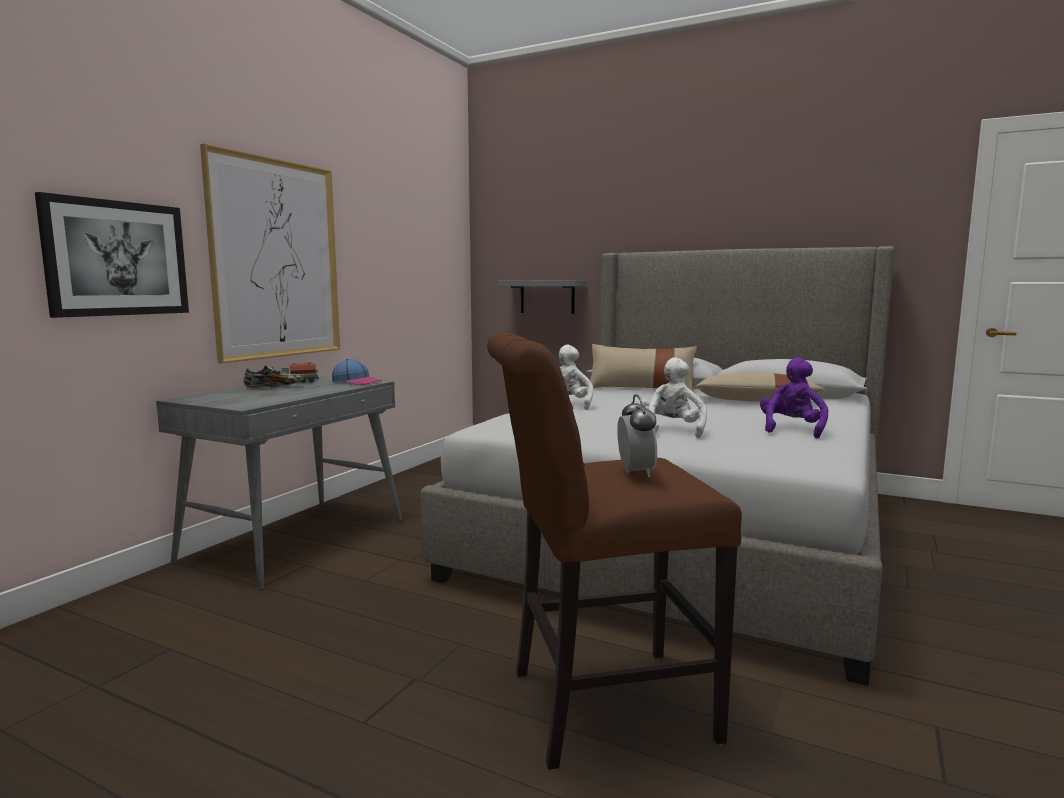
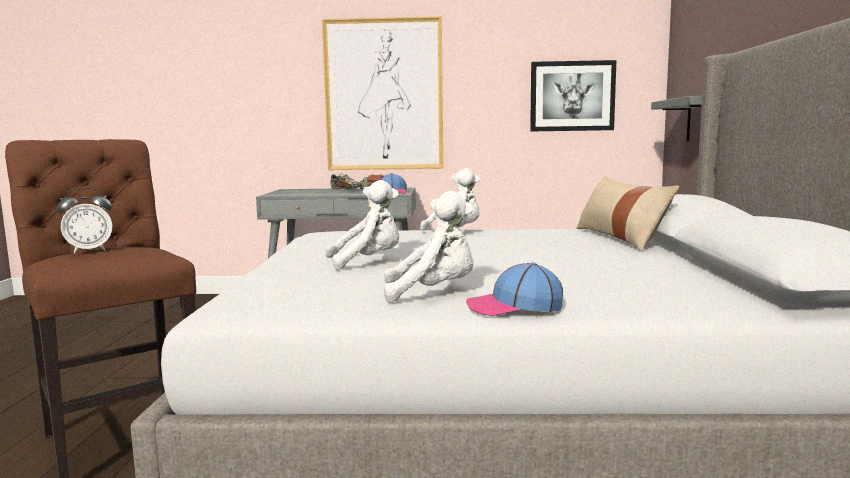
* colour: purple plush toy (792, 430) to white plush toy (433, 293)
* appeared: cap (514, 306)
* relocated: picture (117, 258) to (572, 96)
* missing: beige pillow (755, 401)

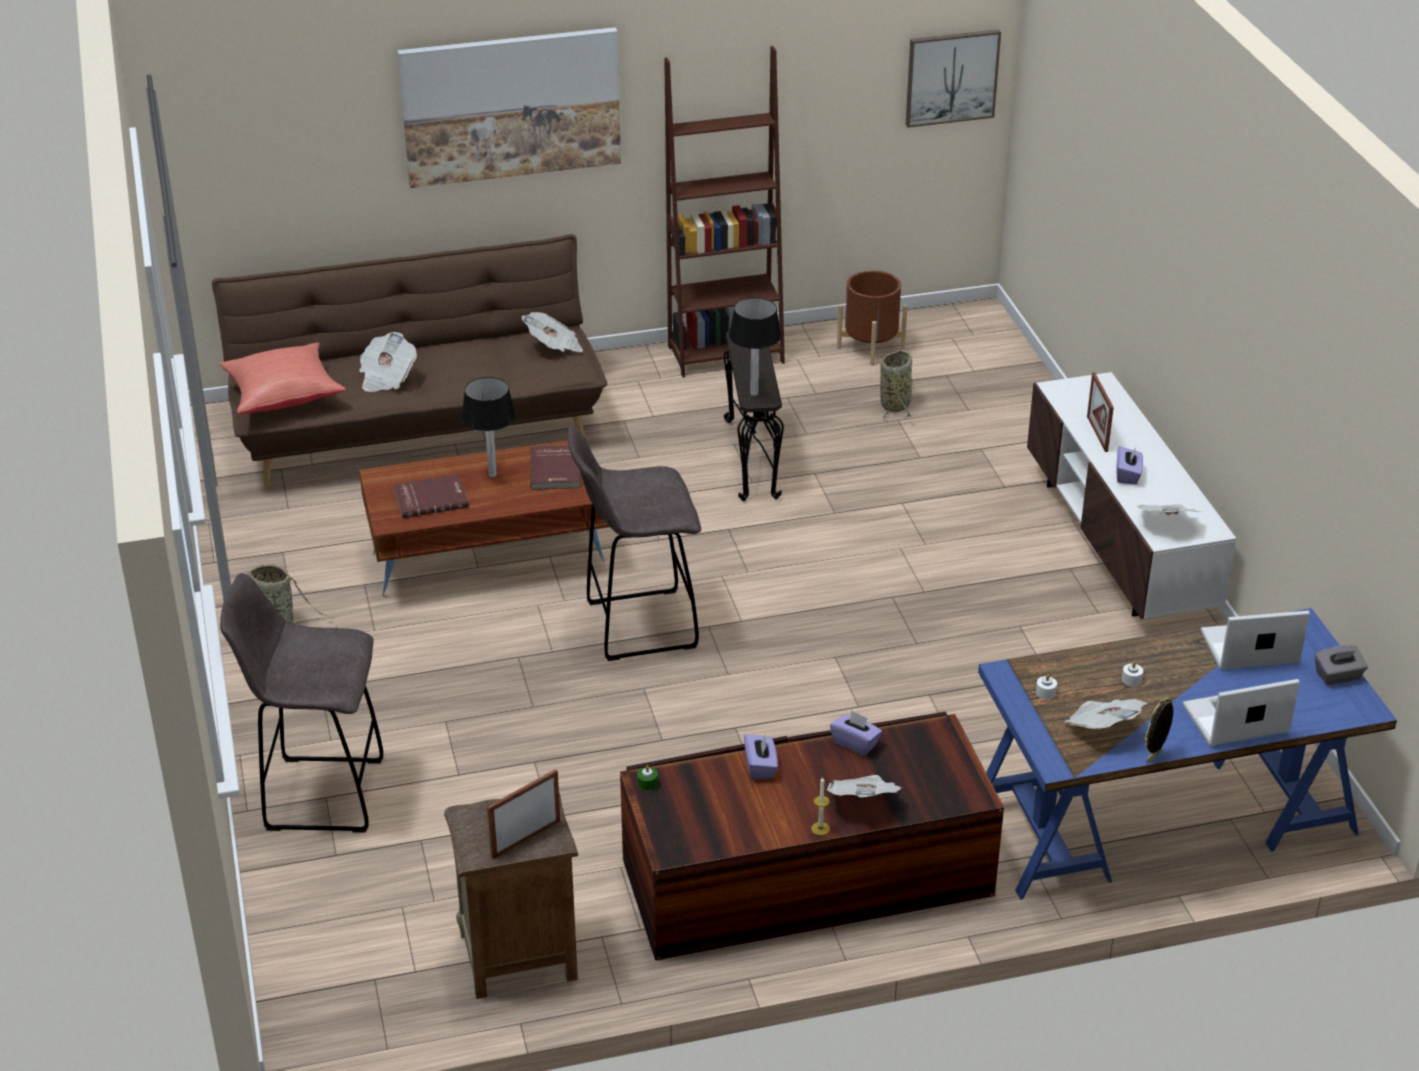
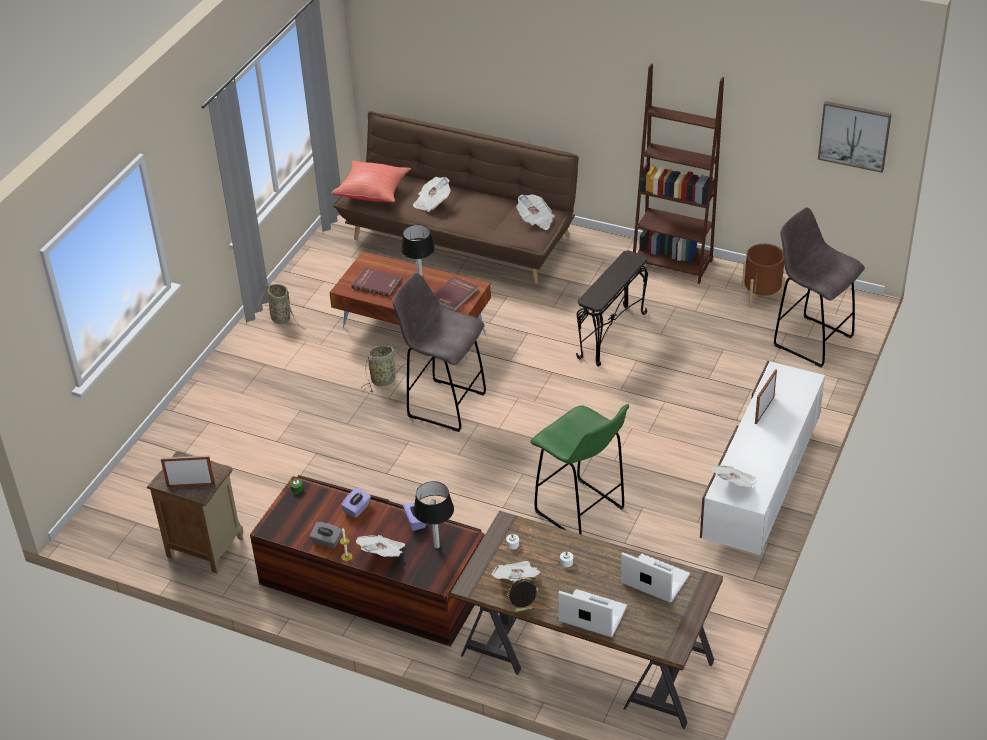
* relocated: grey tissue box (1338, 676) to (326, 541)
* relocated: basket (895, 404) to (385, 379)
* relocated: table lamp (754, 393) to (437, 546)
* colour: blue desk (1164, 821) to brown desk (586, 659)
* appeared: green stool (581, 512)
* relocated: grey stool (320, 794) to (810, 340)
* missing: picture (511, 106)
* missing: purple tissue box (1127, 475)

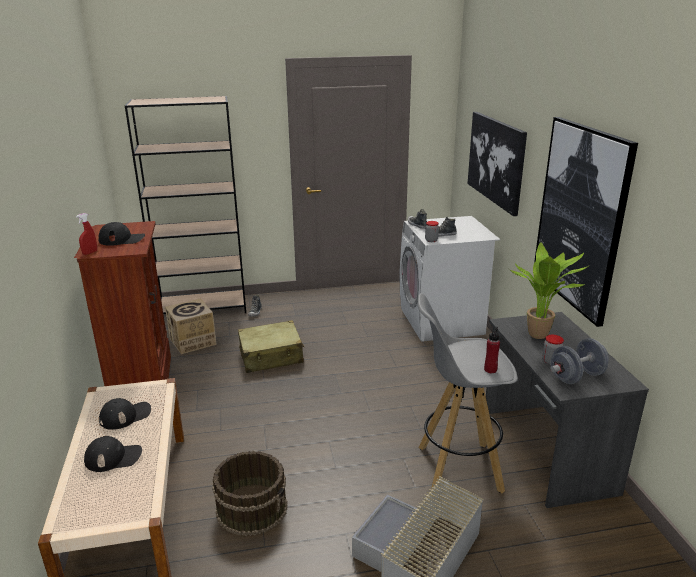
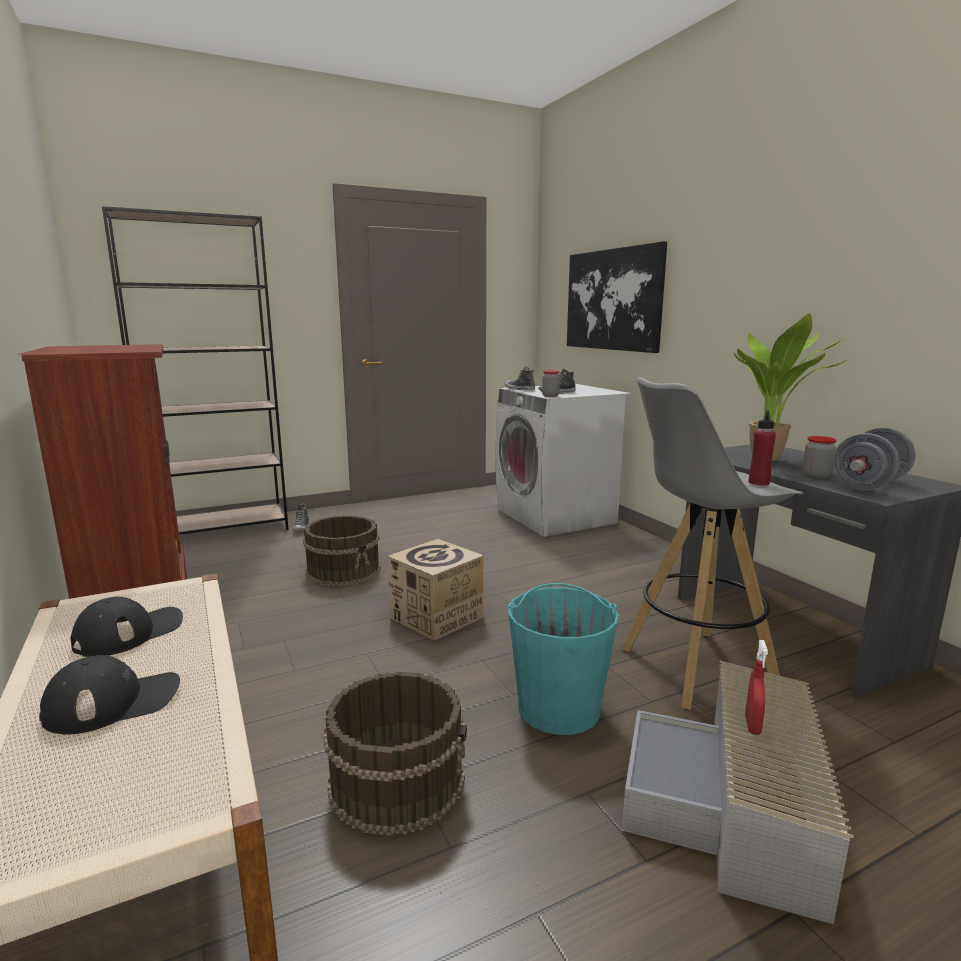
* exchanged: beige suitcase (271, 356) to brown bucket (344, 570)
* relocated: cardboard box (192, 341) to (436, 617)
* appeared: turquoise bucket (559, 707)
* relocated: red spray bottle (90, 253) to (752, 725)
* missing: black cap (122, 239)
* missing: picture (580, 217)

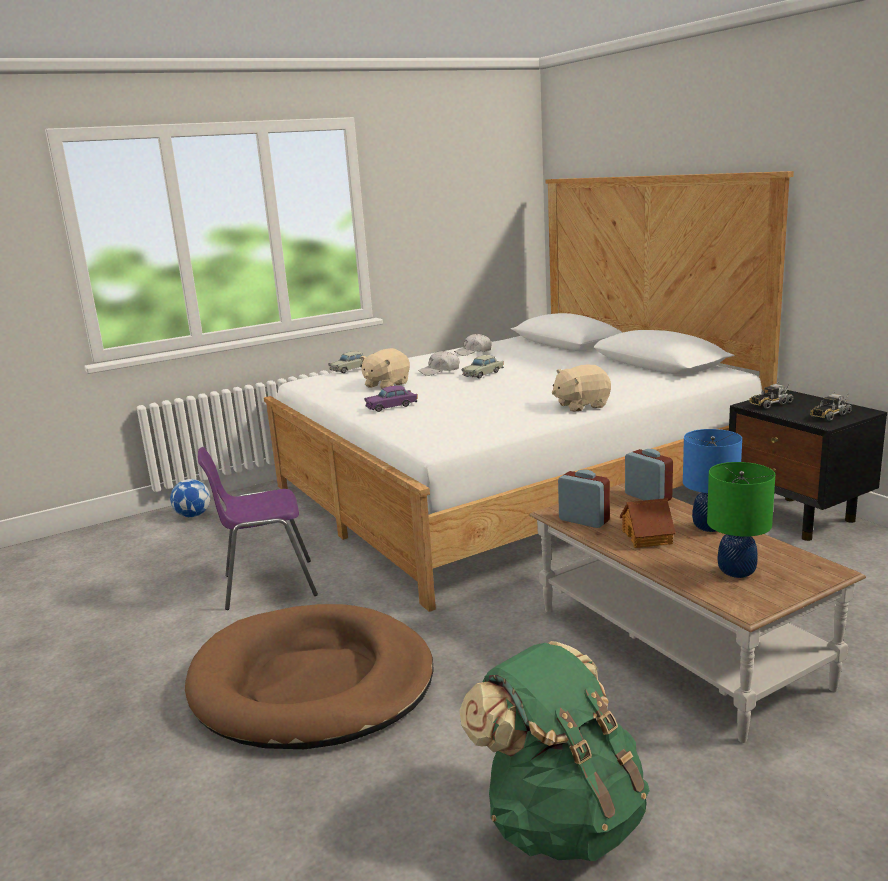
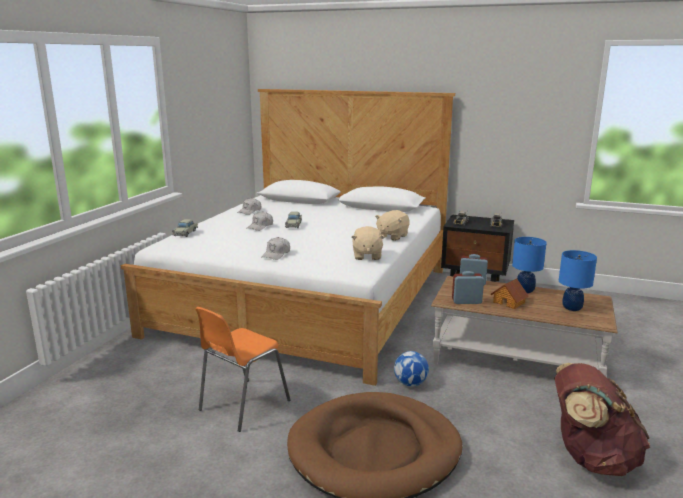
* colour: purple chair (267, 585) to orange chair (242, 406)
* exchanged: purple toy car (391, 406) to white cap (276, 254)
* relocated: beige plush toy (386, 385) to (367, 256)
* relocated: football (193, 515) to (410, 383)
* colour: green backpack (561, 819) to brown backpack (591, 458)
* colour: green table lamp (734, 573) to blue table lamp (571, 309)

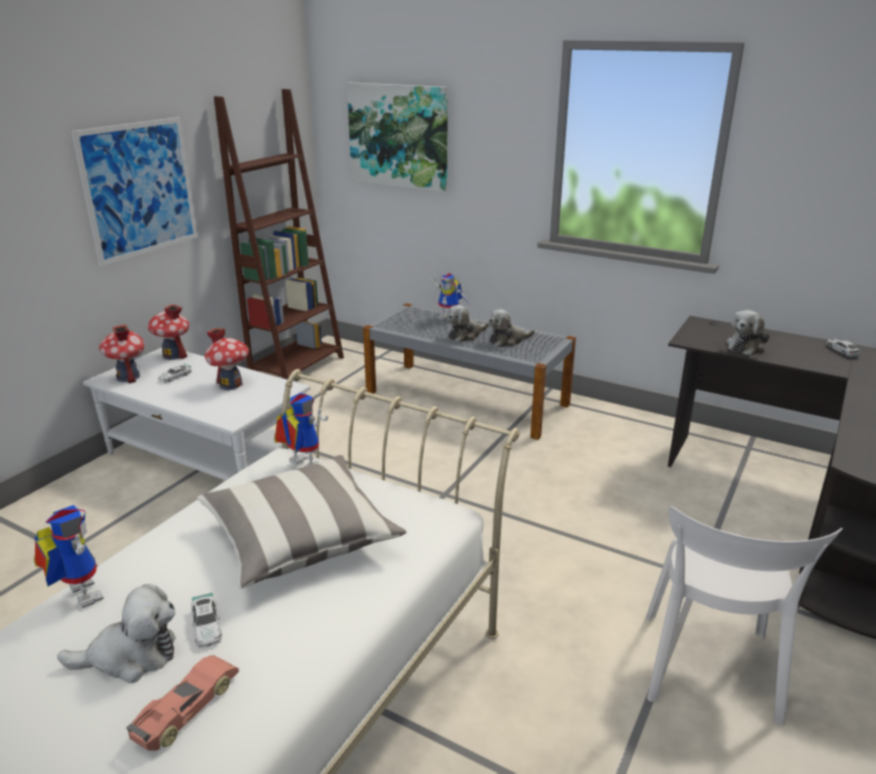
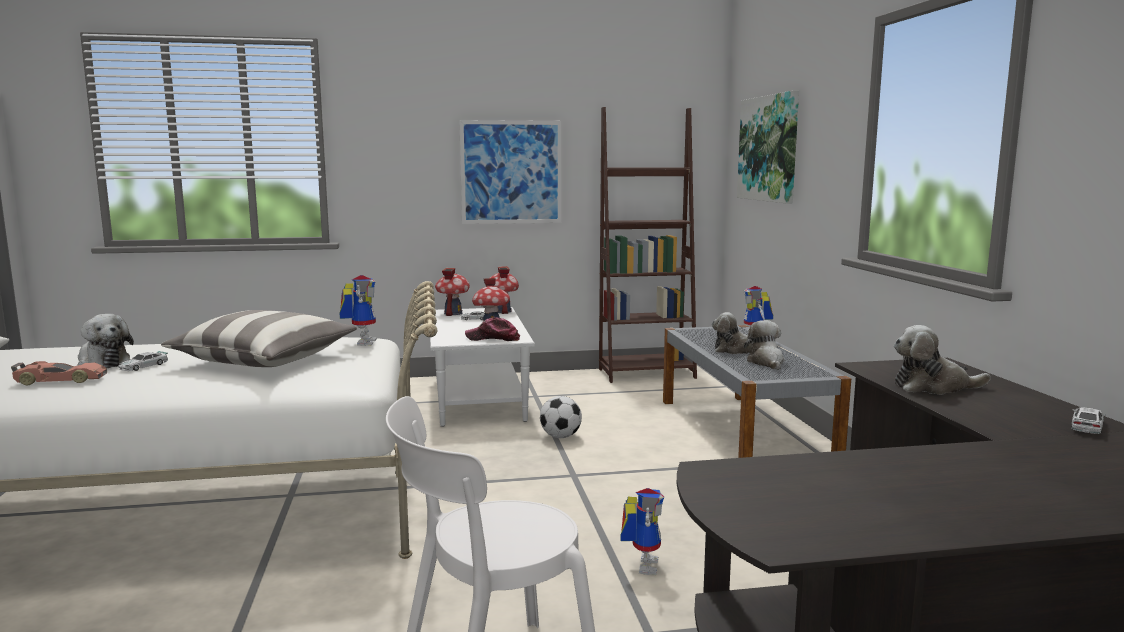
* appeared: cap (493, 338)
* appeared: football (561, 436)
* relocated: toy robot (77, 594) to (642, 564)
* spun: plush toy (508, 341) = (766, 362) 60 degrees clockwise

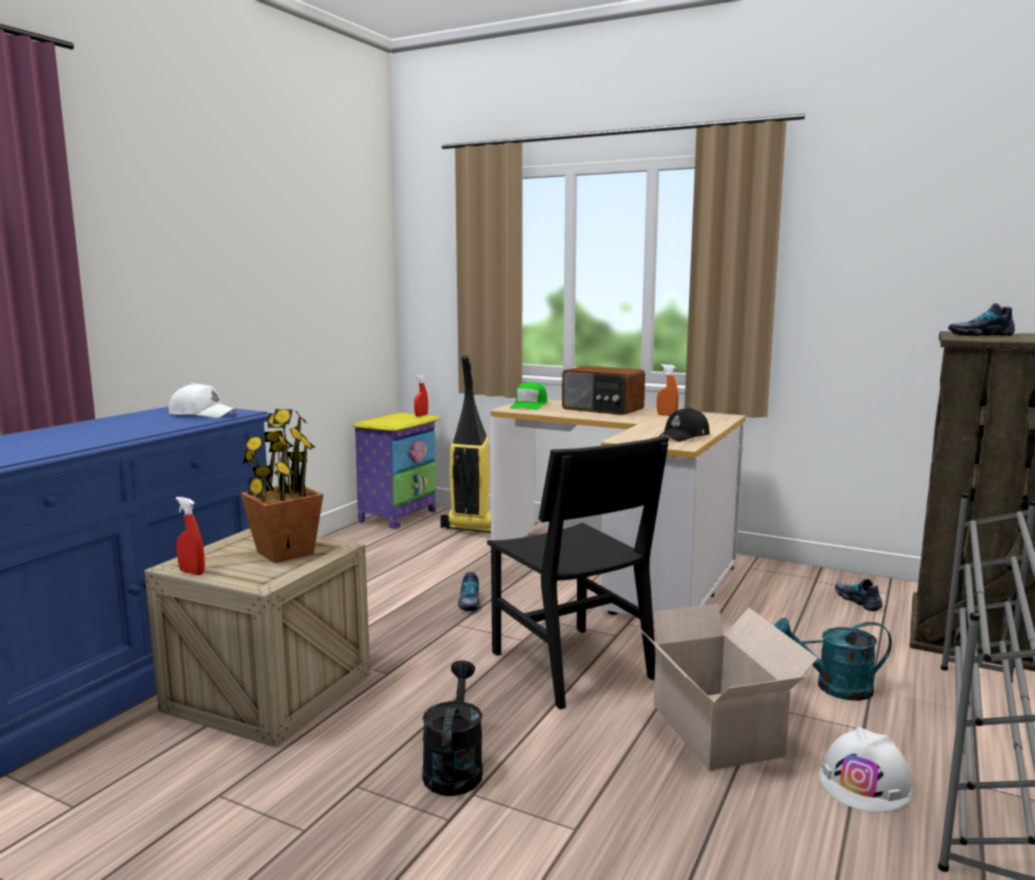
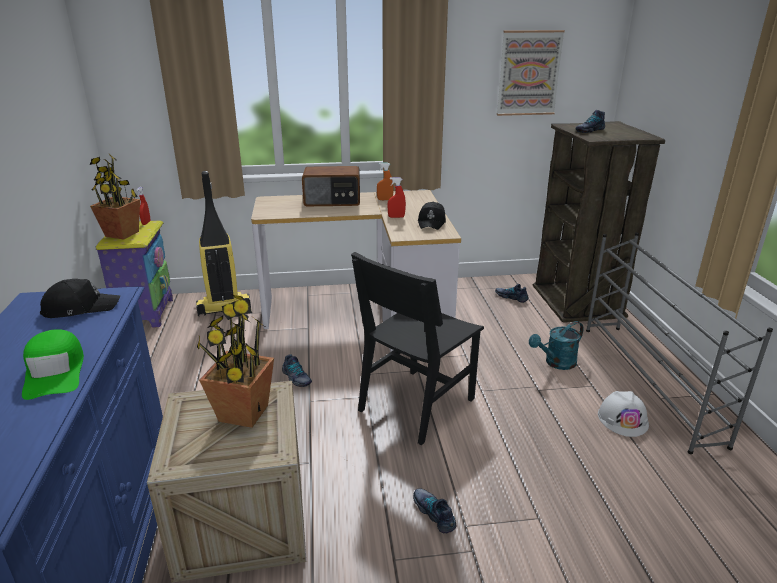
* relocated: green cap (529, 405) to (55, 372)
* colour: white cap (202, 414) to black cap (80, 308)
* appeared: potted plant (122, 234)
* spun: black chair (571, 665) = (416, 404) 105 degrees clockwise
* relocated: red spray bottle (192, 572) to (396, 217)
* exchanged: black watering can (454, 767) to shoe (434, 513)
* appeared: picture (529, 73)
* missing: cardboard box (716, 732)

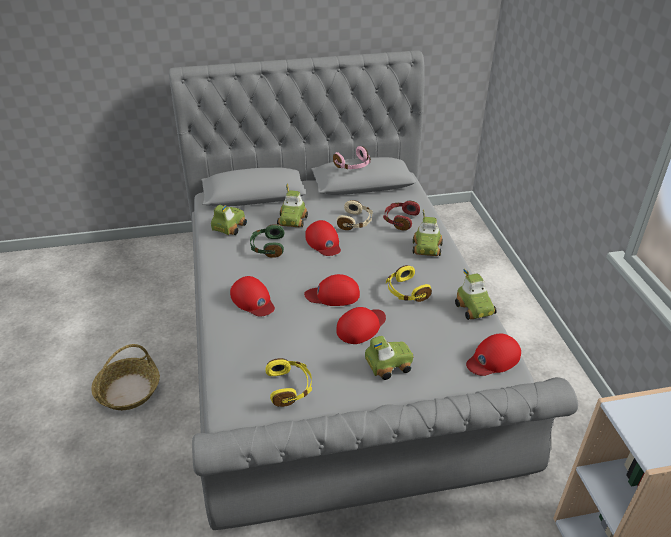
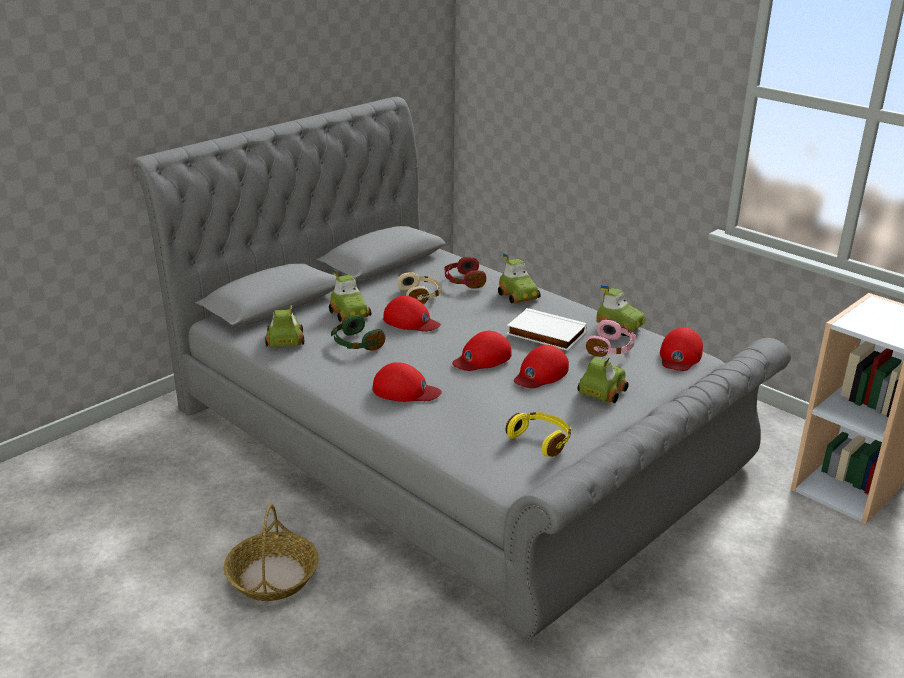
* exchanged: yellow headphones (406, 292) to white book (545, 334)
* spun: red cap (361, 326) = (540, 374) 150 degrees counterclockwise
* relocated: pink headphones (353, 166) to (611, 349)

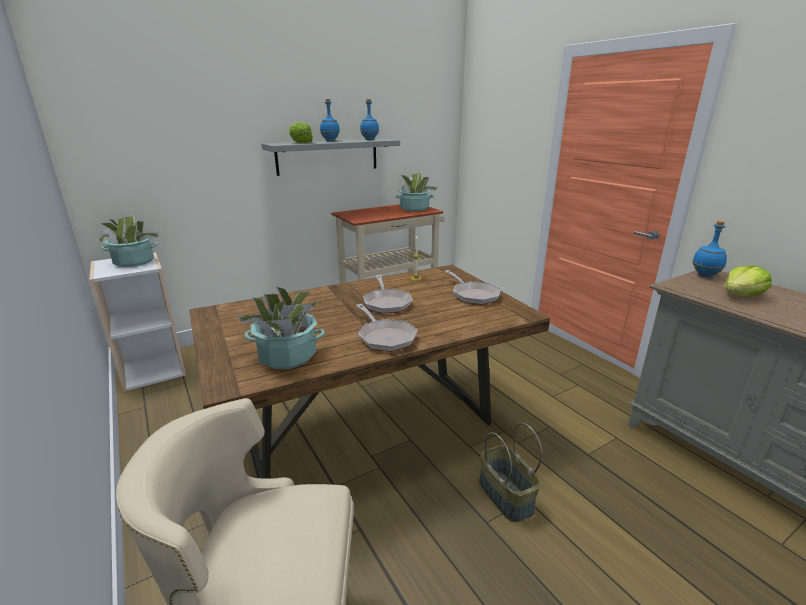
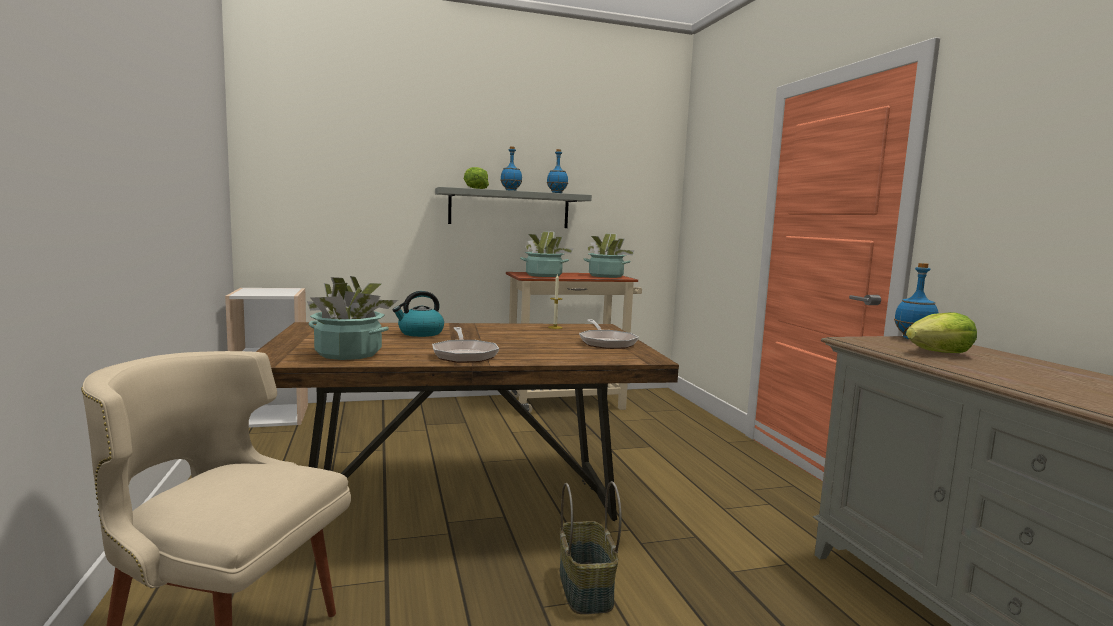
* appeared: kettle (420, 333)
* relocated: potted plant (134, 261) to (543, 275)
* missing: frying pan (386, 303)

